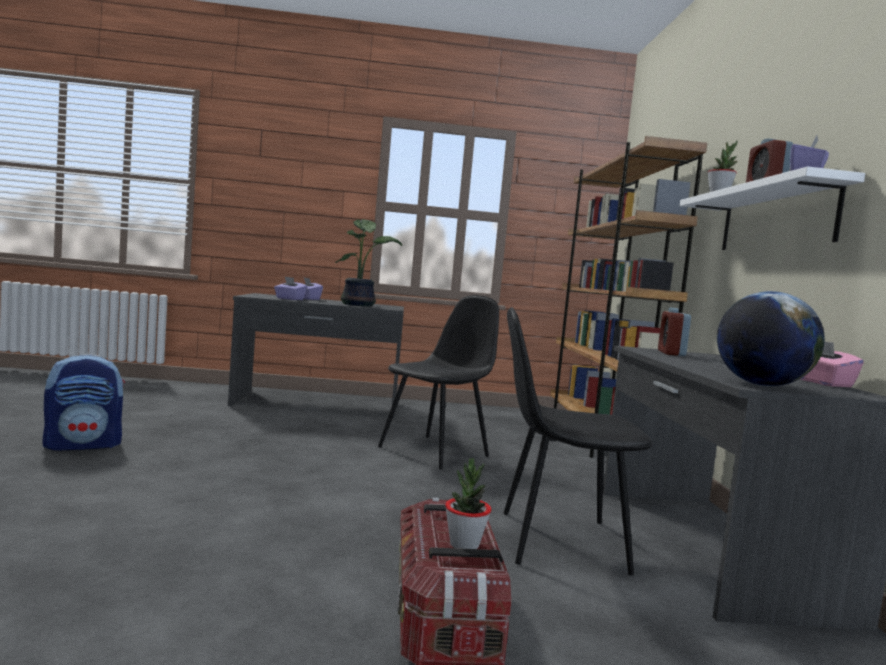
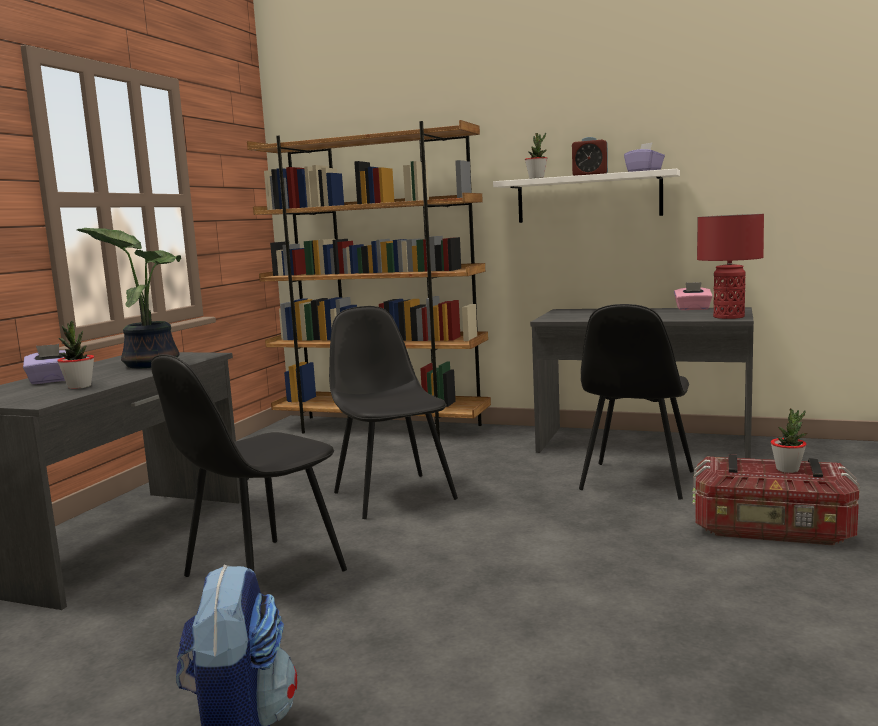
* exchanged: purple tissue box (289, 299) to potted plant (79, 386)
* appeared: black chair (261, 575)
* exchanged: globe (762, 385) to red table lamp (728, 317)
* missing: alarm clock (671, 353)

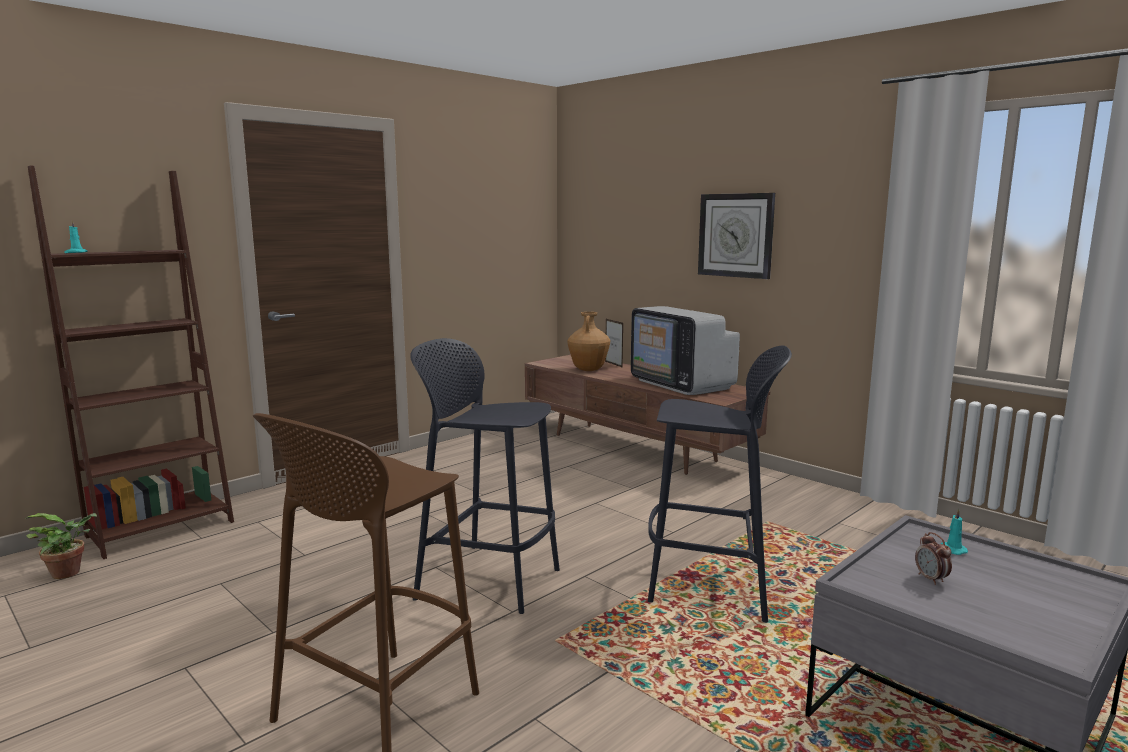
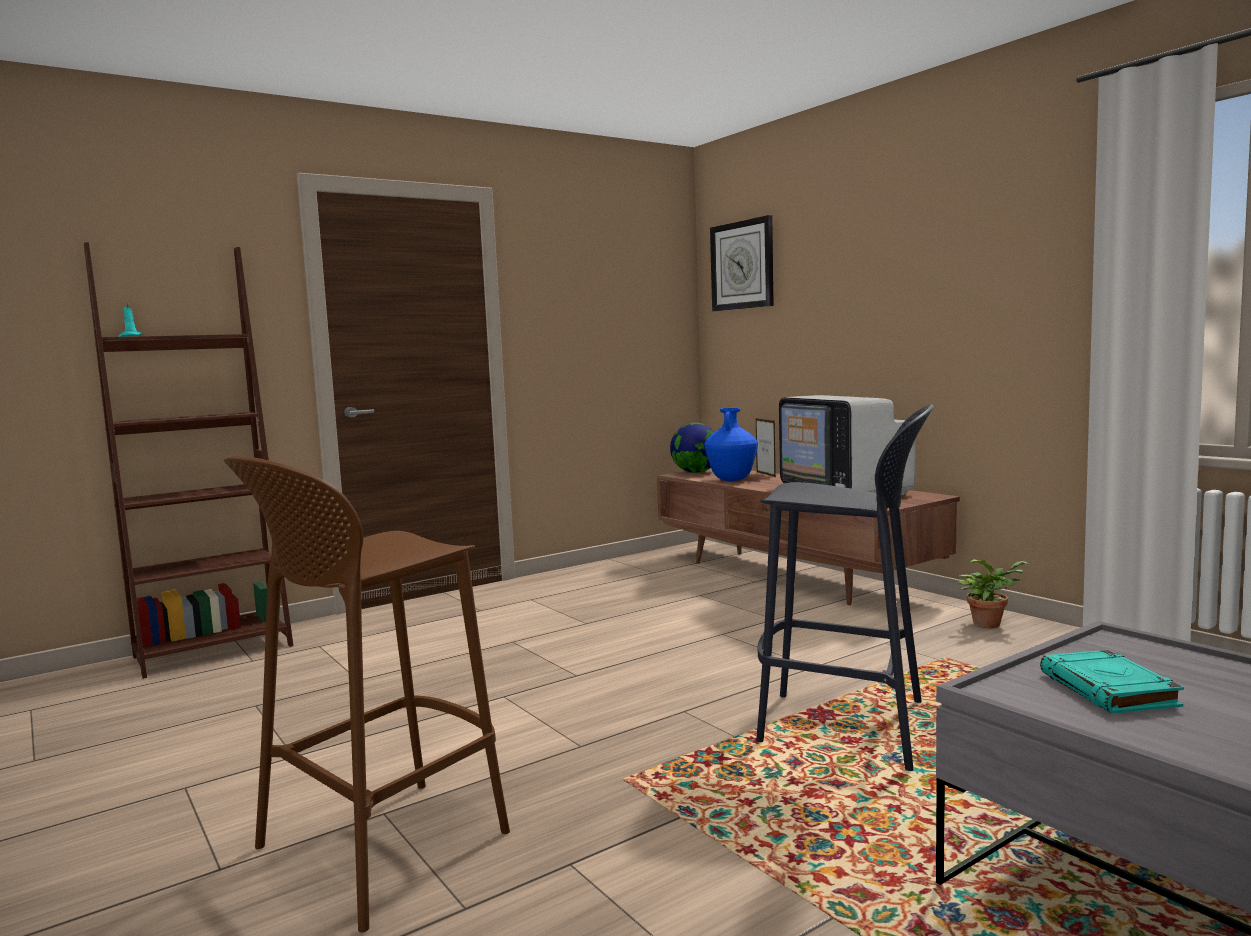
* appeared: globe (696, 472)
* colour: brown vase (588, 370) to blue vase (731, 480)
* relocated: wall clock (736, 235) to (742, 265)
* relocated: potted plant (70, 572) to (989, 624)
* exchanged: alarm clock (931, 579) to turquoise book (1109, 690)
* missing: grey stool (488, 580)
* missing: turquoise candle (952, 549)

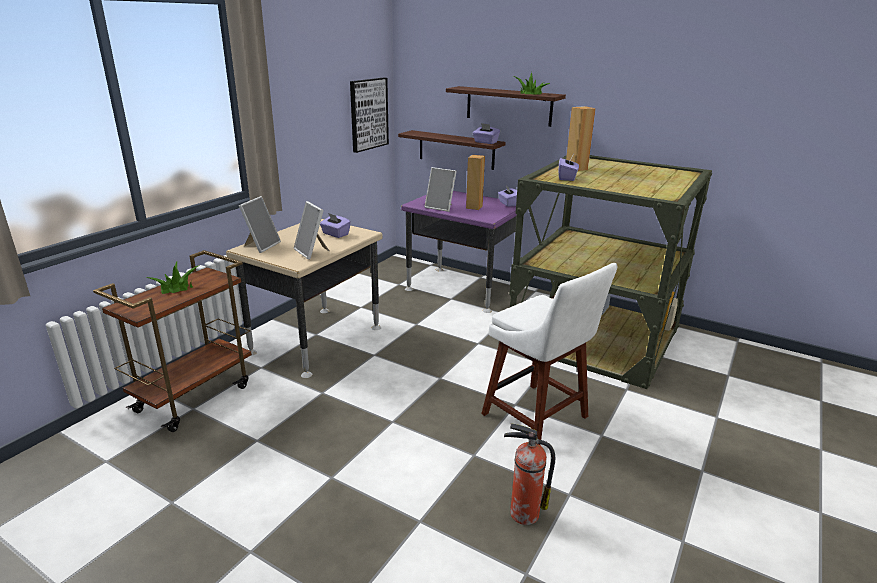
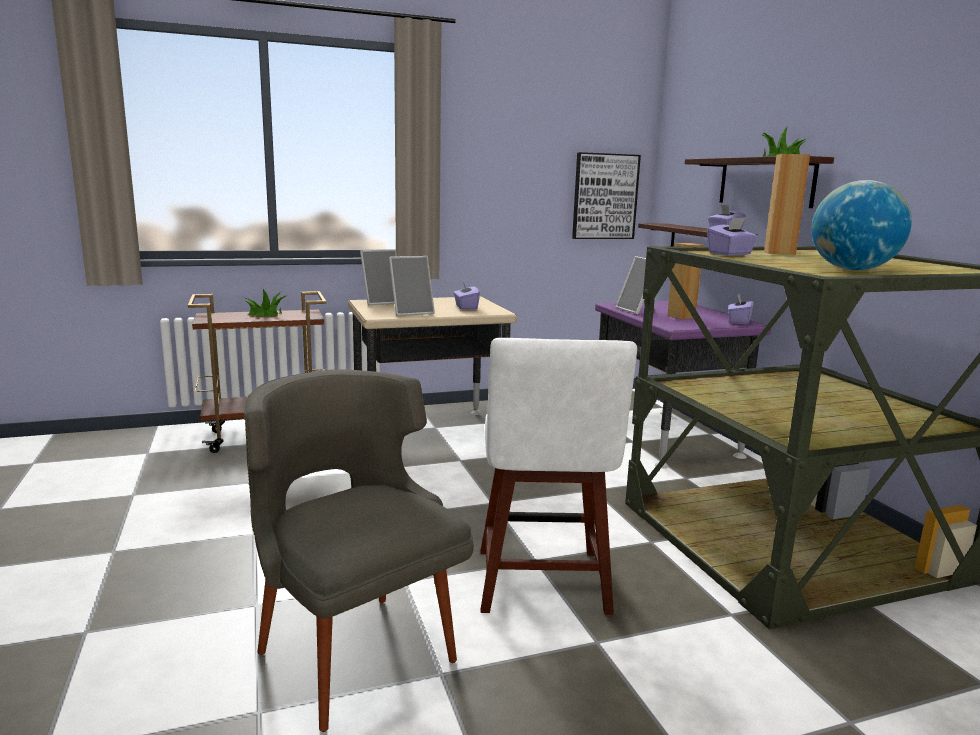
* exchanged: fire extinguisher (522, 513) to grey chair (357, 658)
* spun: picture frame (312, 252) = (411, 312) 120 degrees counterclockwise
* appeared: globe (852, 270)

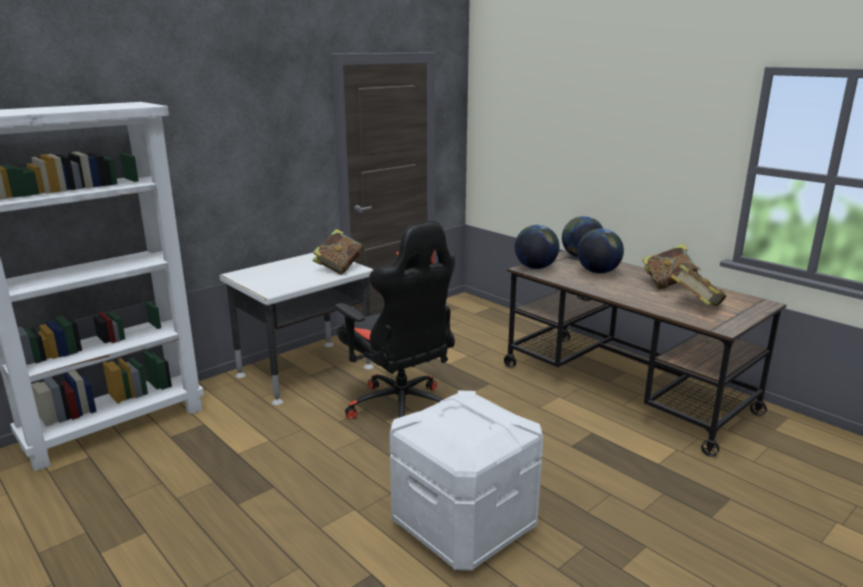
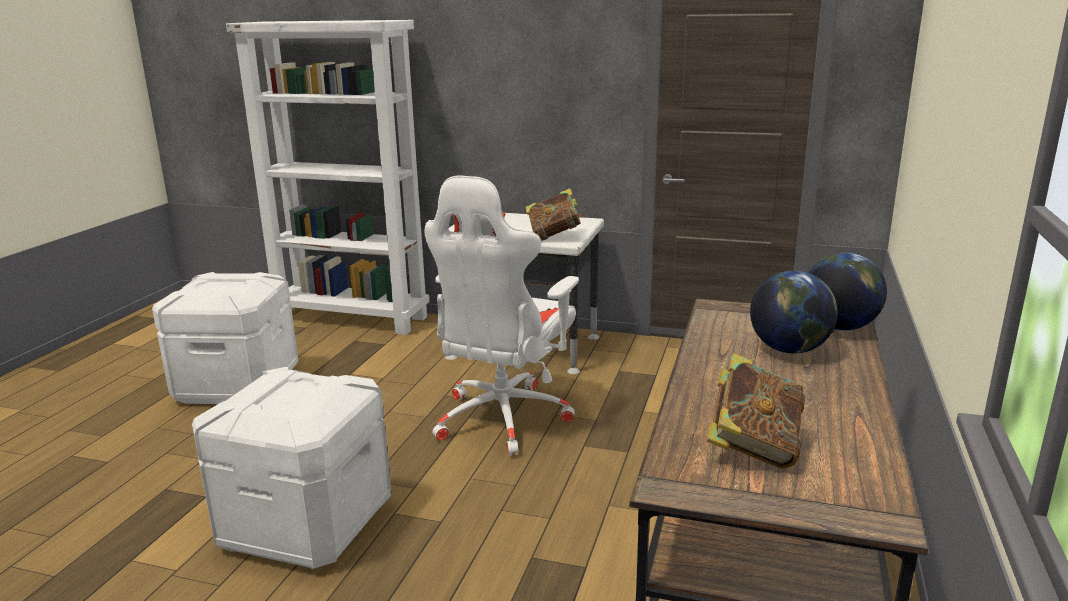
* appeared: white storage box (238, 384)
* colour: black office chair (397, 405) to white office chair (508, 413)
* missing: globe (535, 267)
* missing: book (668, 285)

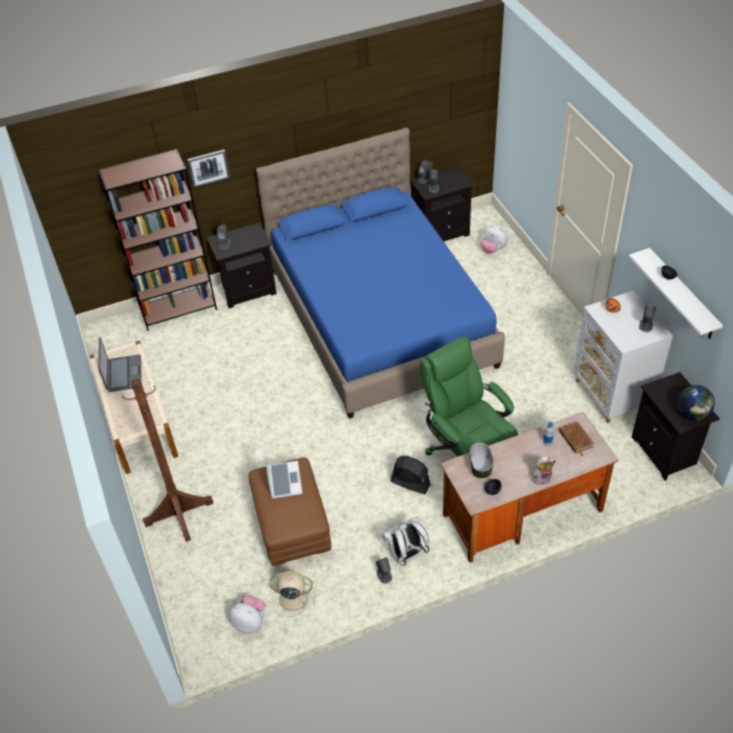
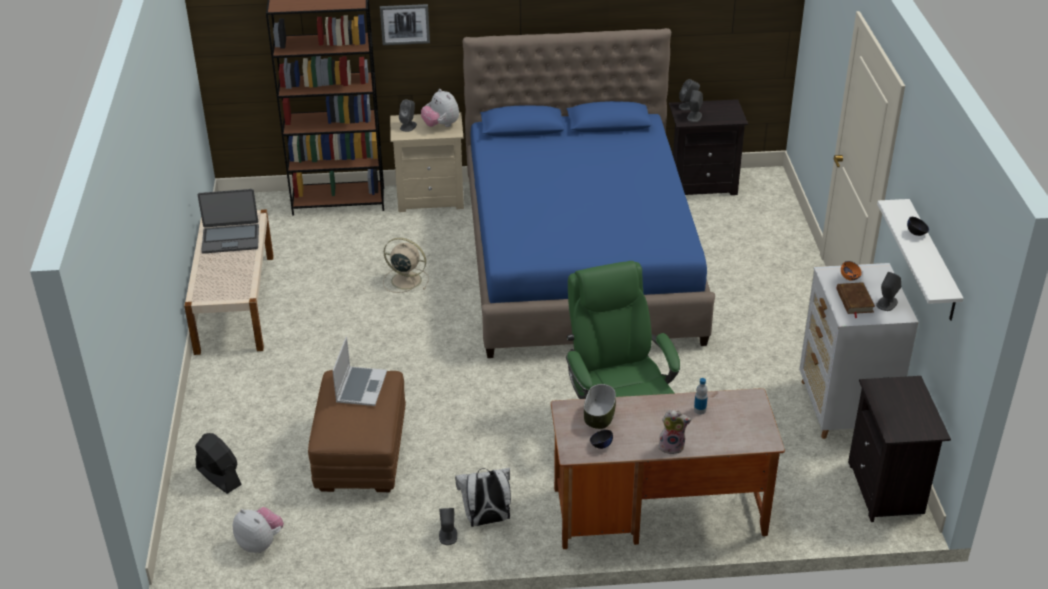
* relocated: black fan (410, 483) to (219, 476)
* spun: laptop (123, 374) = (230, 239) 75 degrees clockwise
* relocated: beige fan (292, 598) to (405, 280)
* colour: black nightstand (248, 290) to beige nightstand (431, 198)
* relocated: plush toy (493, 249) to (441, 125)
* relocated: brown book (575, 439) to (854, 301)
* missing: brown clothes rack (179, 513)
* missing: globe (692, 414)

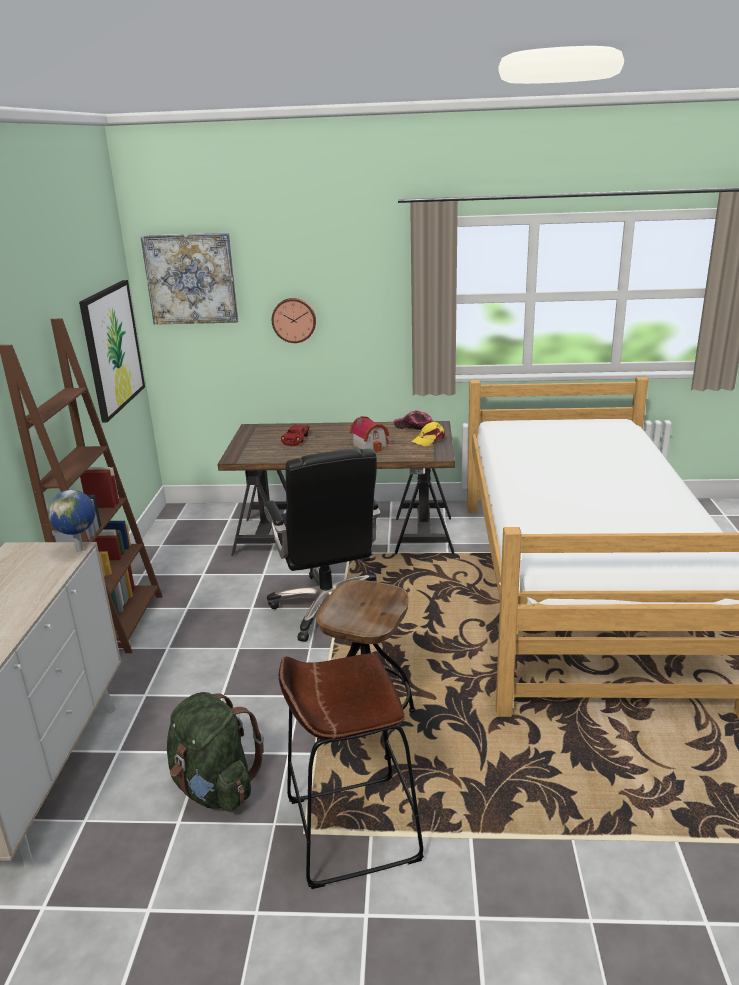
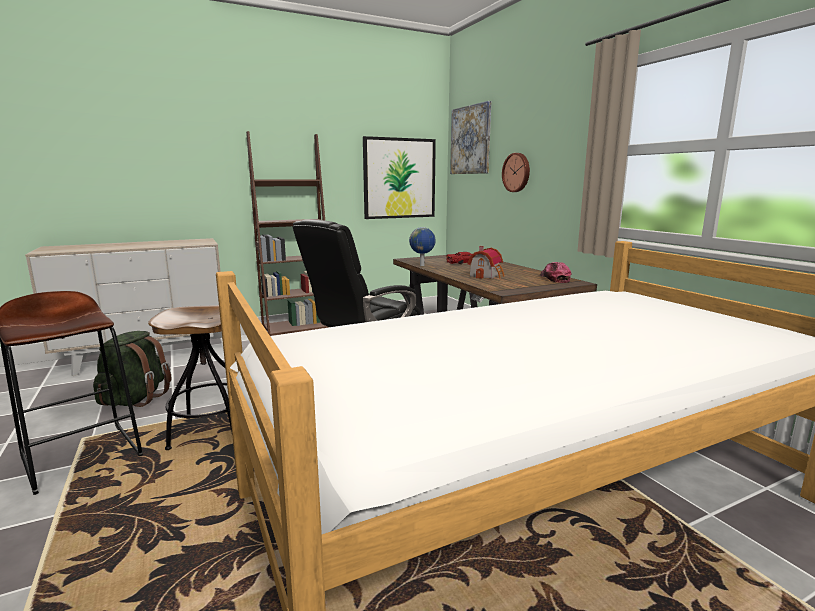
* relocated: globe (81, 550) to (422, 265)
* missing: yellow cap (429, 439)

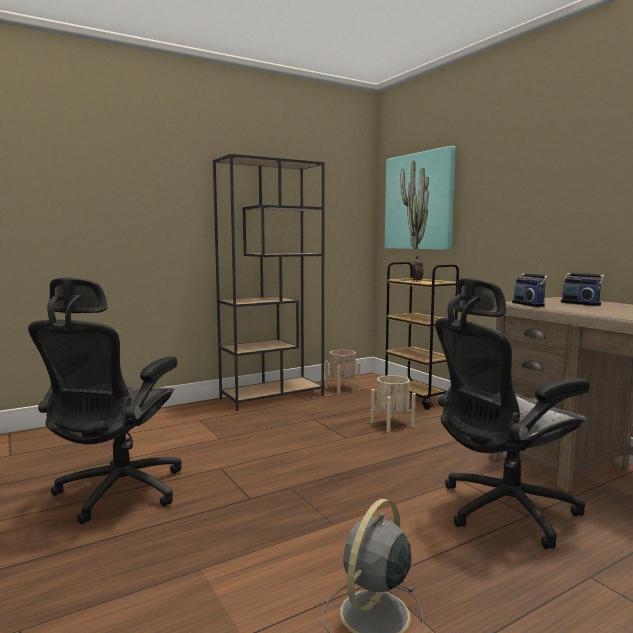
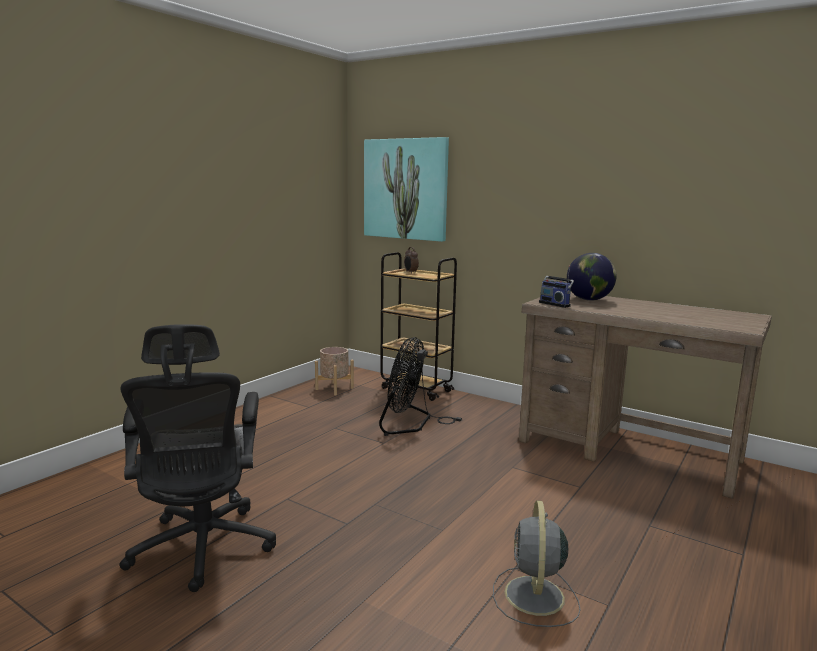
* exchanged: beige planter (392, 424) to black fan (414, 421)
* exchanged: radio (581, 303) to globe (589, 300)
* missing: bookcase (272, 396)
* missing: office chair (502, 512)

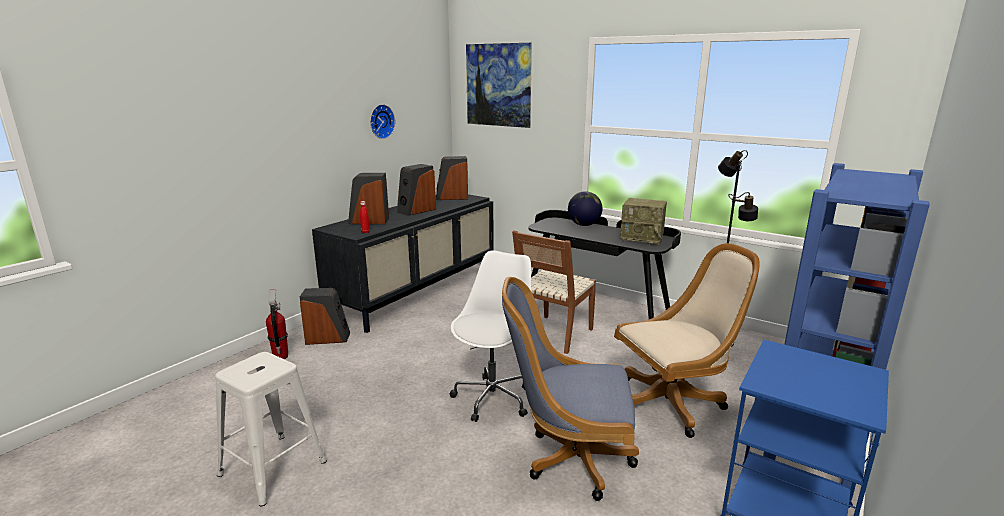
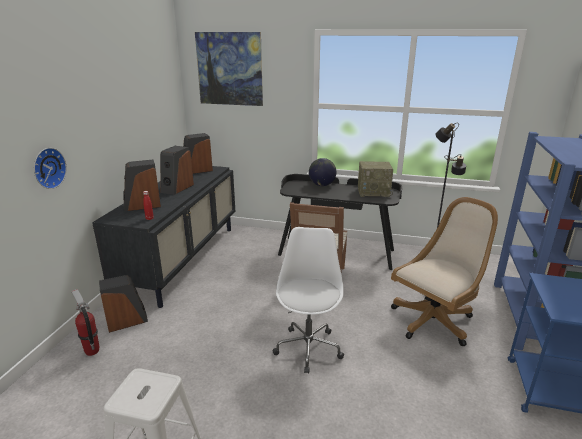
* relocated: wall clock (380, 121) to (47, 168)
* missing: blue office chair (568, 460)

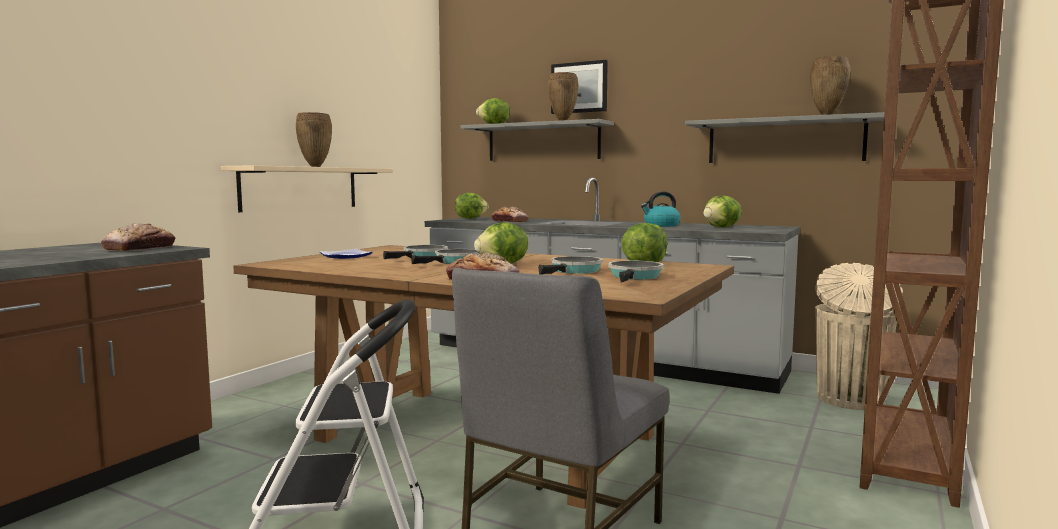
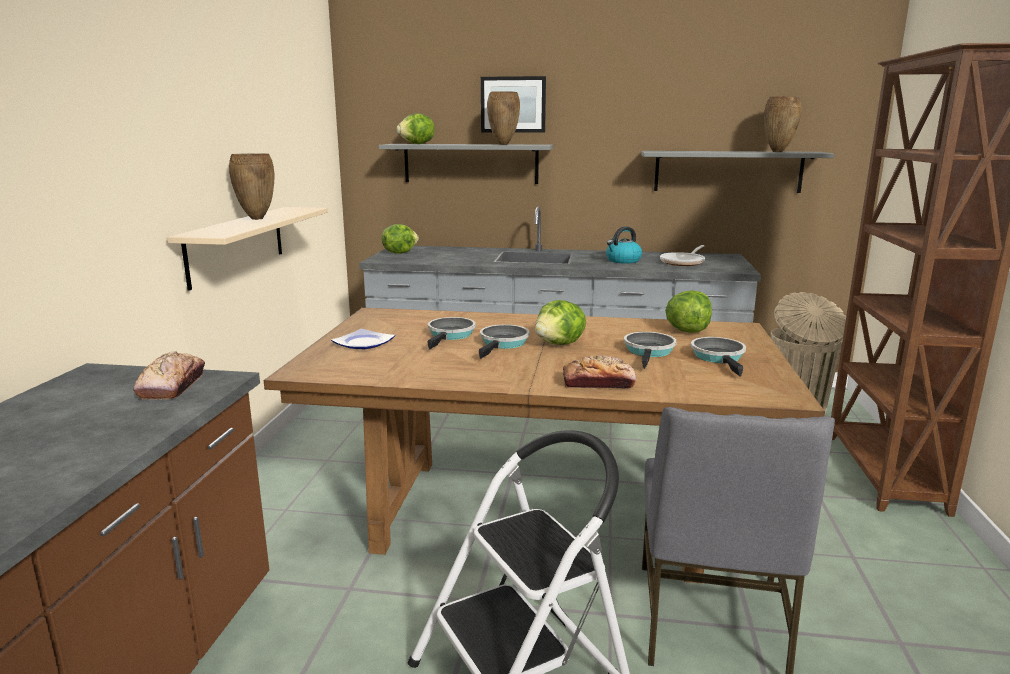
* exchanged: lettuce (722, 227) to frying pan (684, 262)
* missing: bread (509, 221)

